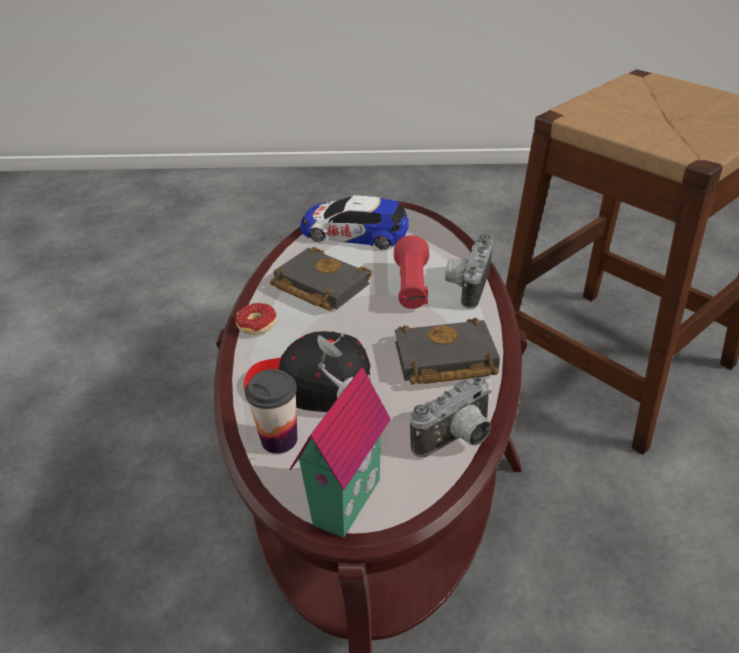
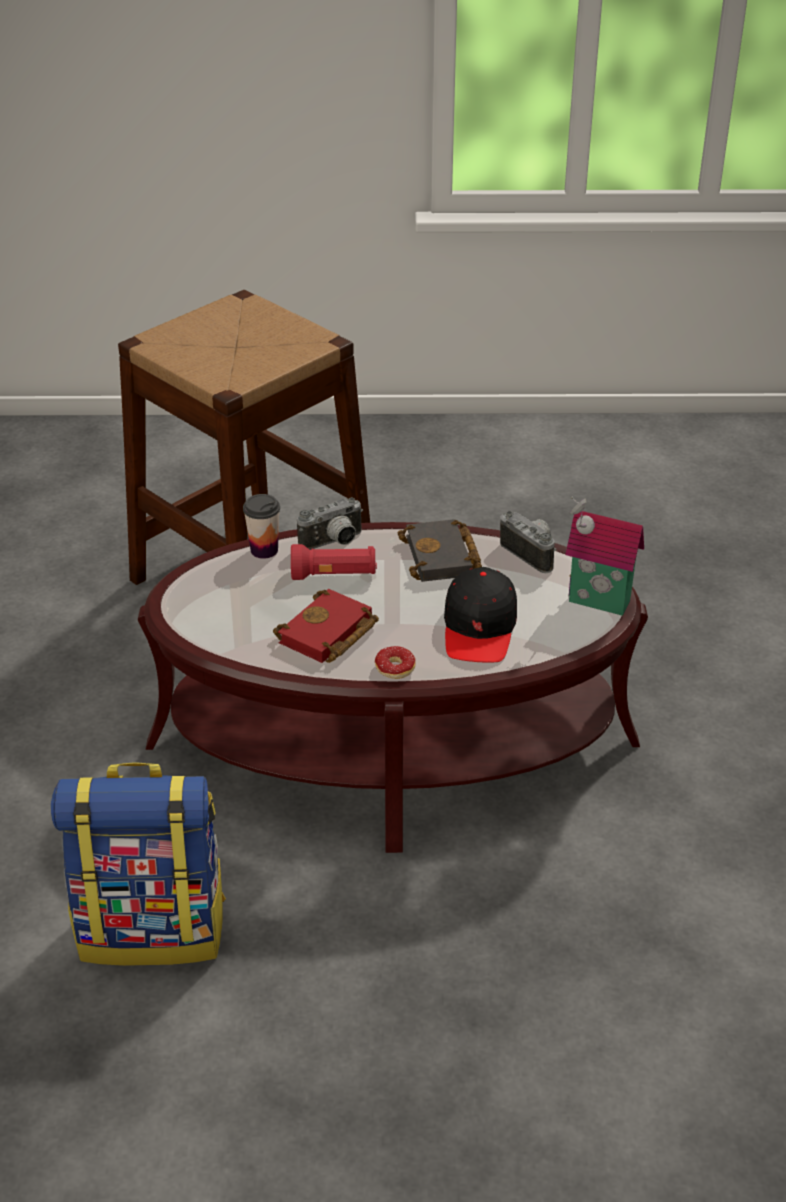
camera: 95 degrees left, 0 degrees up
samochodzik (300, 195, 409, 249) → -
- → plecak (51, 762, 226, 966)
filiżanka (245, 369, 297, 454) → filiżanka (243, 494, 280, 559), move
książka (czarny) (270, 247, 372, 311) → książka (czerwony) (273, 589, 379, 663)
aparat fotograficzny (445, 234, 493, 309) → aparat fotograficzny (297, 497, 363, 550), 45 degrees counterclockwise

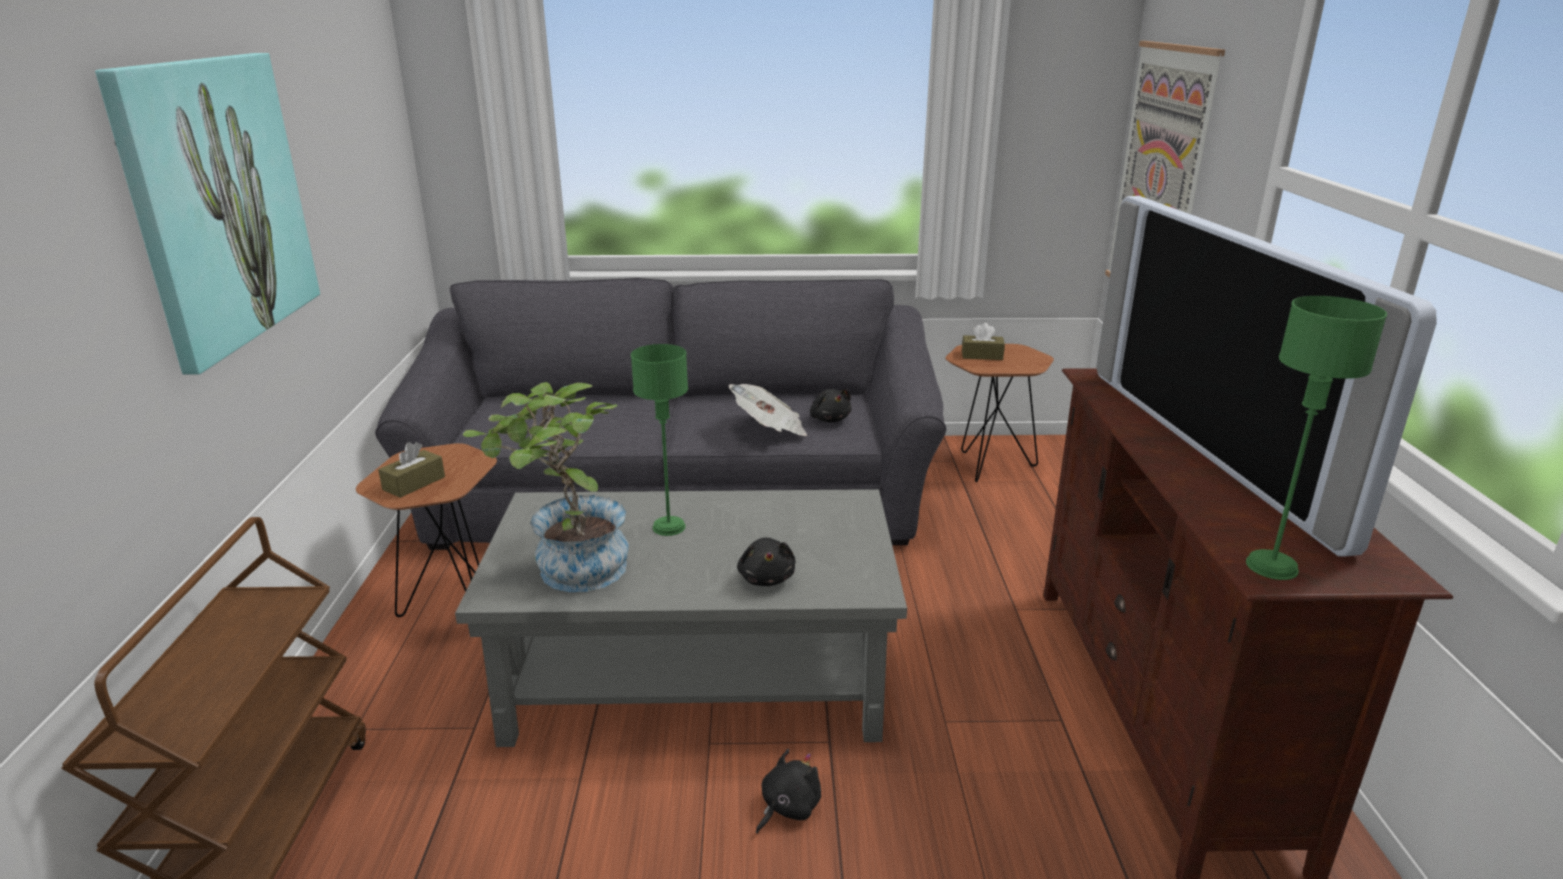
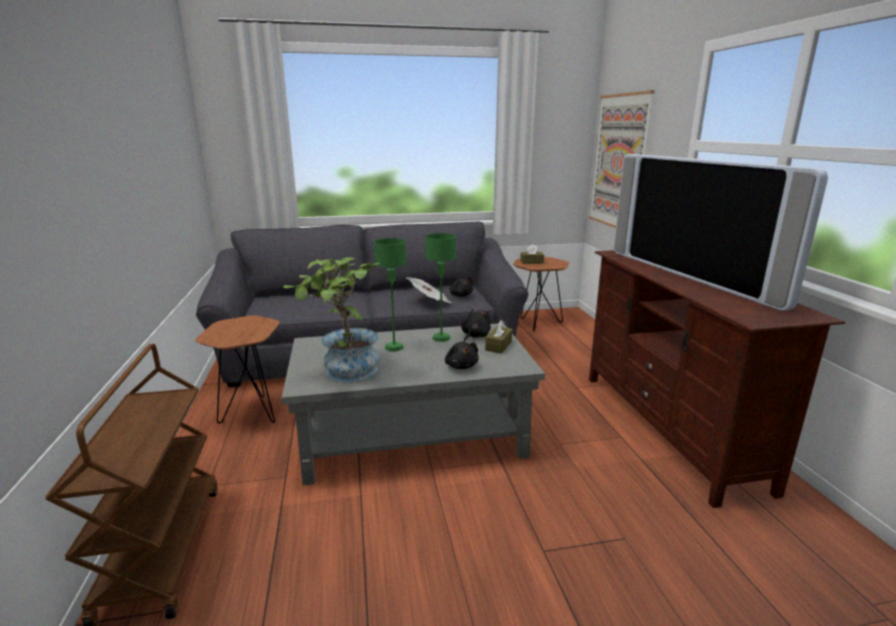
camera: 10 degrees left, 5 degrees down
obraz (95, 53, 320, 375) → -
pudełko chusteczek (brązowy) (378, 442, 445, 498) → pudełko chusteczek (brązowy) (485, 320, 513, 354), move
pluszak (czarny) (756, 749, 821, 834) → pluszak (czarny) (461, 309, 491, 342), move
lampa stołowa (zielony) (1246, 296, 1387, 580) → lampa stołowa (zielony) (426, 233, 456, 342), move

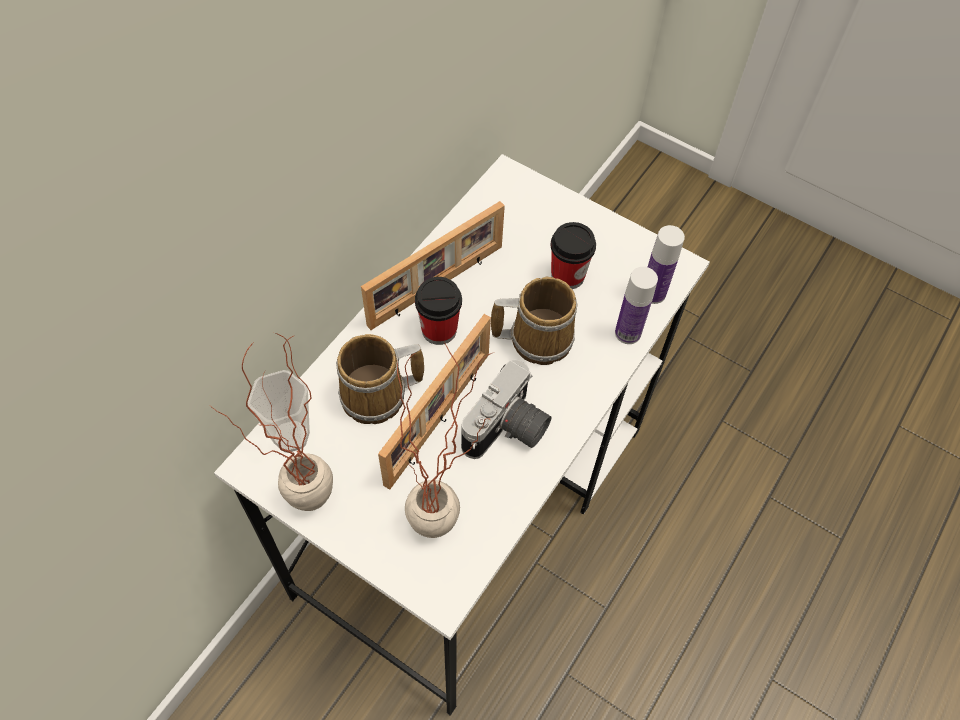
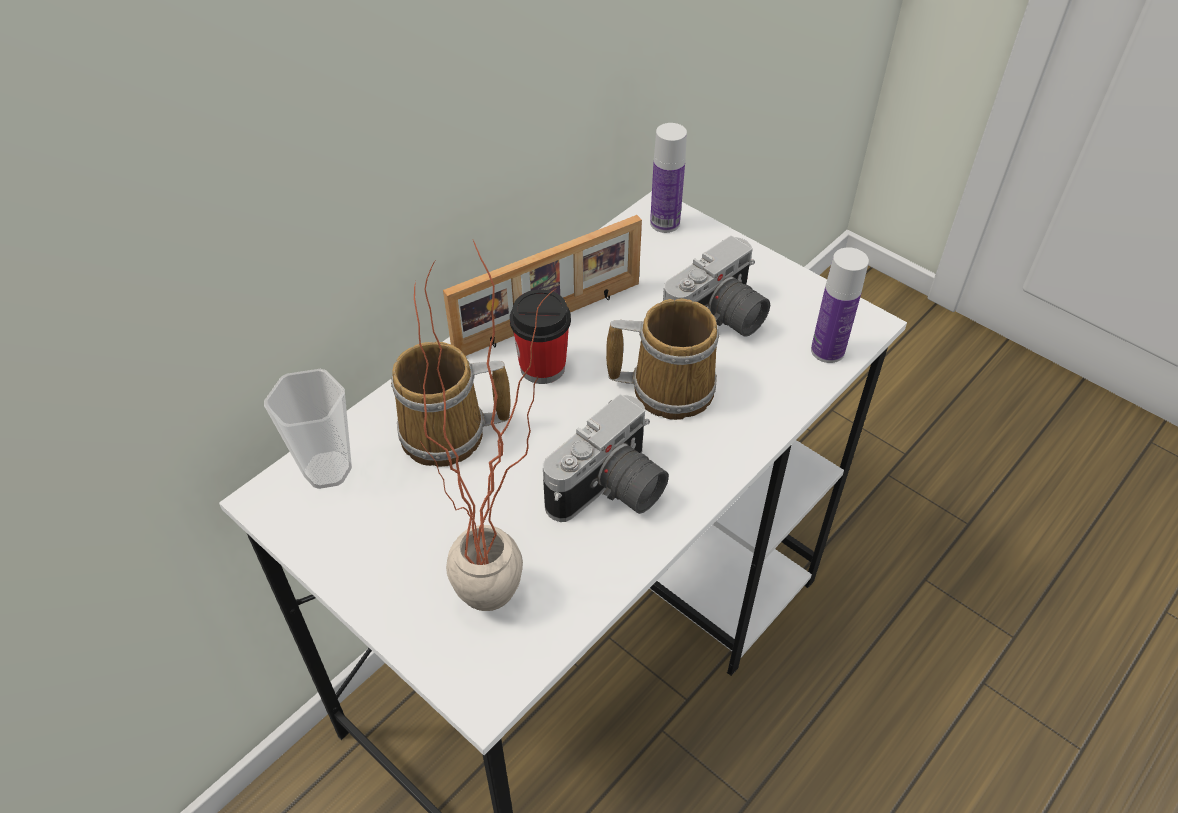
camera: 10 degrees right, 10 degrees down
roślina doniczkowa (212, 333, 333, 511) → -
ramka na zdjęcie (378, 314, 491, 490) → -
butelka (615, 267, 658, 344) → butelka (650, 123, 687, 233), move
filiżanka (550, 222, 596, 289) → aparat fotograficzny (663, 235, 770, 337)

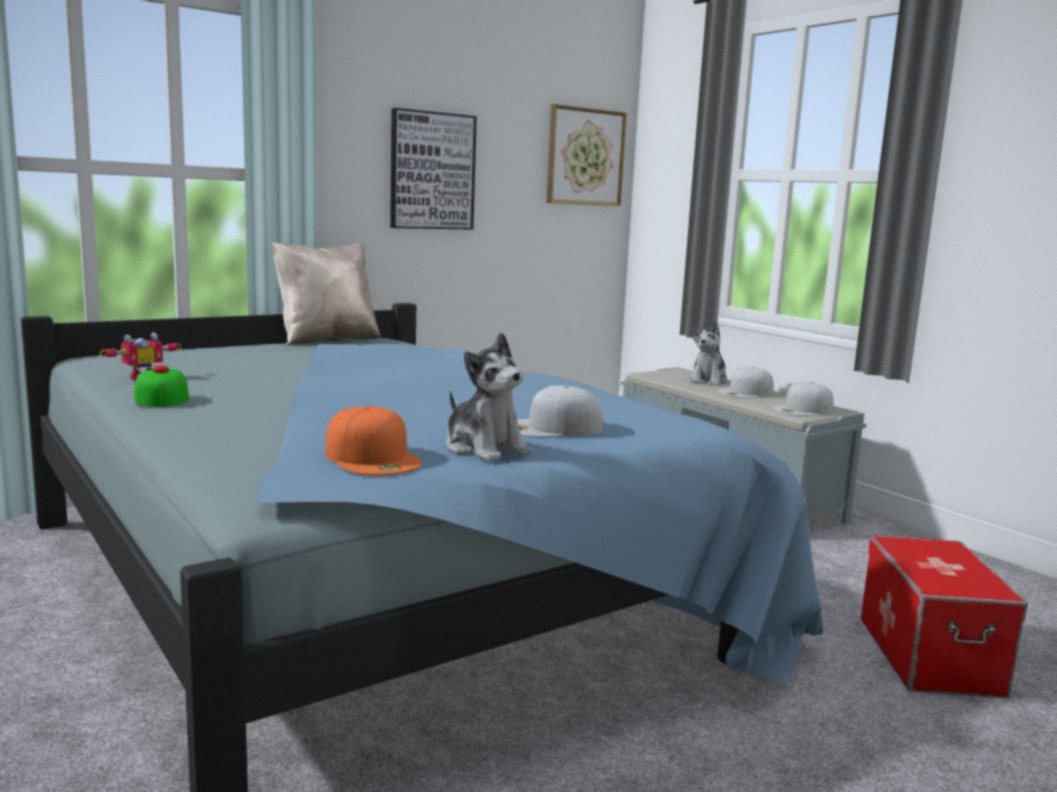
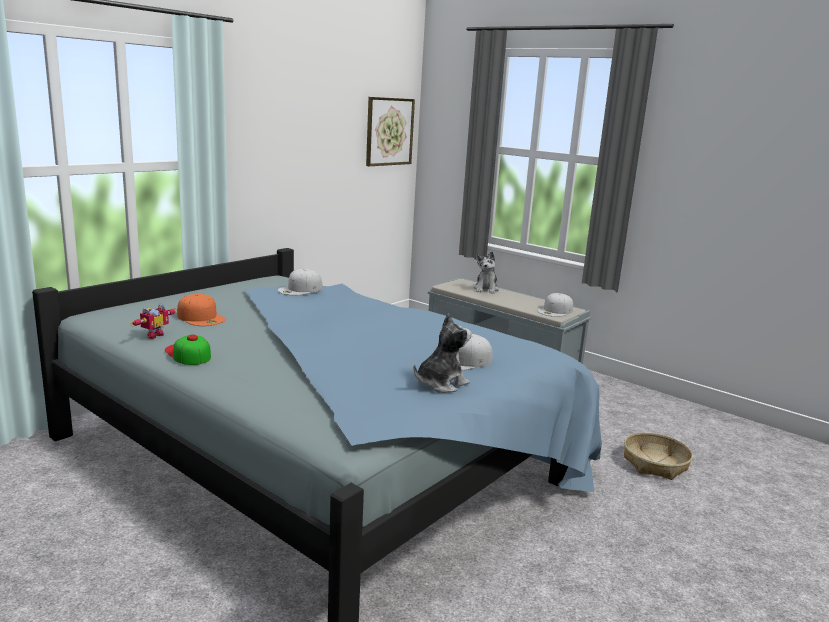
camera: 15 degrees left, 5 degrees up
poduszka (beżowy) (272, 242, 381, 346) → -
obraz (390, 108, 477, 230) → -
czapka z daszkiem (pomarańczowy) (325, 406, 422, 475) → czapka z daszkiem (pomarańczowy) (177, 294, 225, 326), move
czapka z daszkiem (biały) (718, 367, 774, 398) → czapka z daszkiem (biały) (278, 269, 322, 295), move
pojemnik do przechowywania (861, 535, 1028, 698) → koszyk (624, 433, 693, 480)
pluszak (446, 333, 531, 462) → pluszak (413, 313, 472, 393), 75 degrees counterclockwise

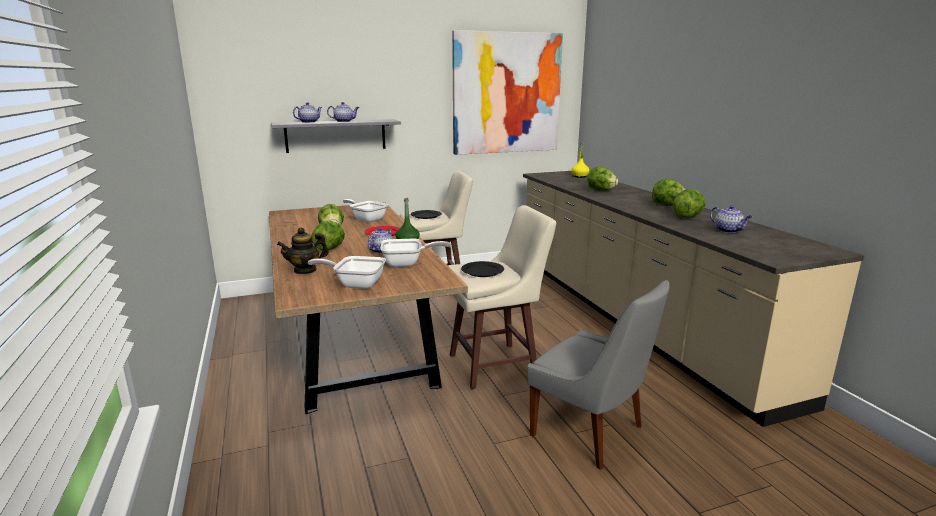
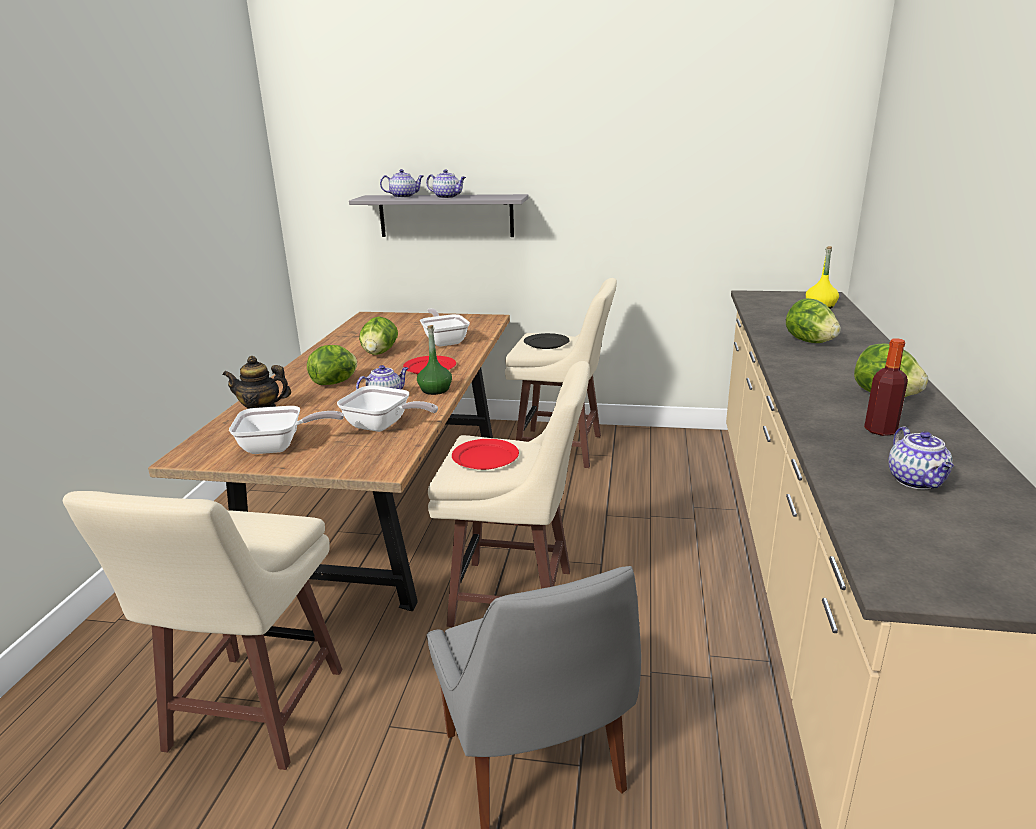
camera: 30 degrees right, 5 degrees up
obraz (452, 30, 563, 155) → -
- → stołek (beżowy) (63, 491, 343, 770)
sałata (673, 189, 705, 218) → butelka (864, 338, 908, 436)
talerz (czarny) (461, 261, 504, 277) → talerz (czerwony) (452, 439, 519, 470)
patelnia (308, 256, 386, 289) → patelnia (229, 406, 344, 454), 135 degrees clockwise

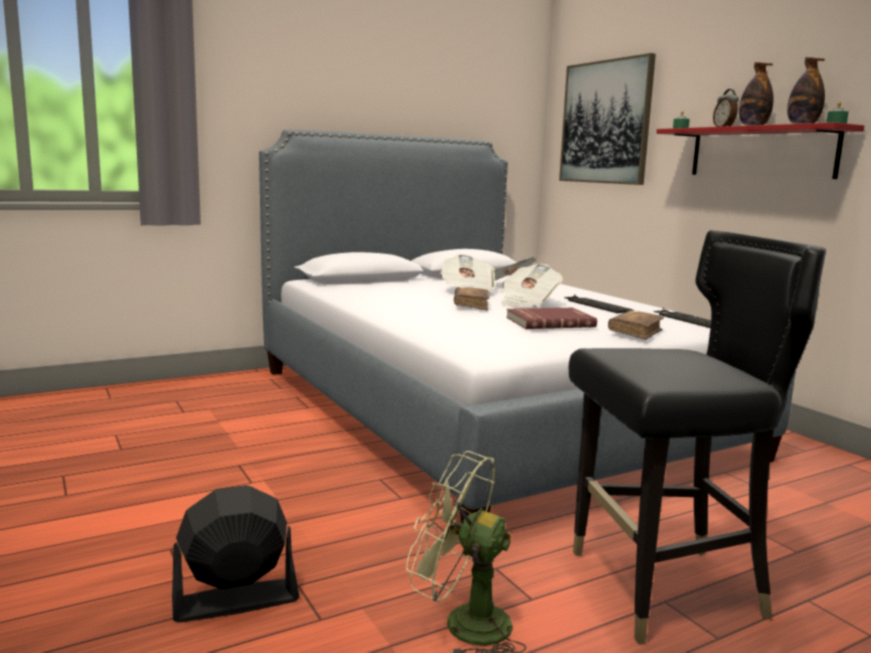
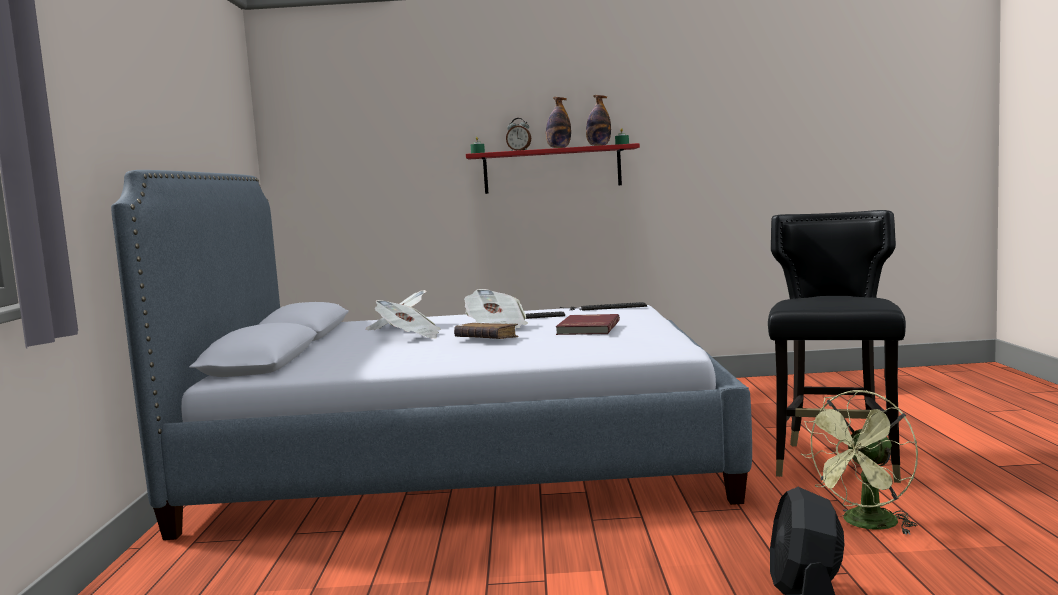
camera: 60 degrees left, 5 degrees down
obraz (559, 53, 656, 185) → -
książka (brązowy) (608, 310, 664, 340) → -

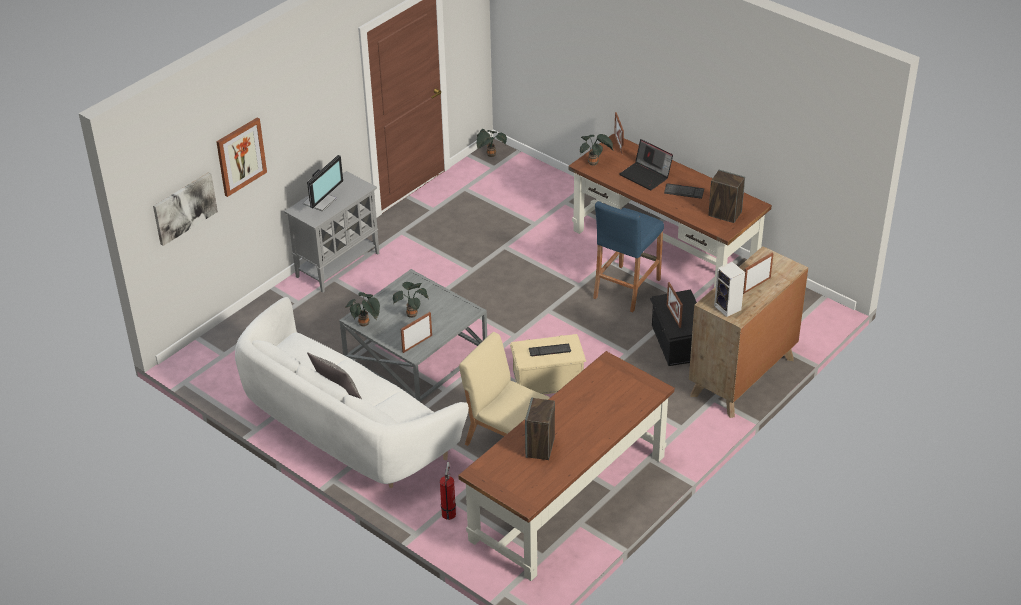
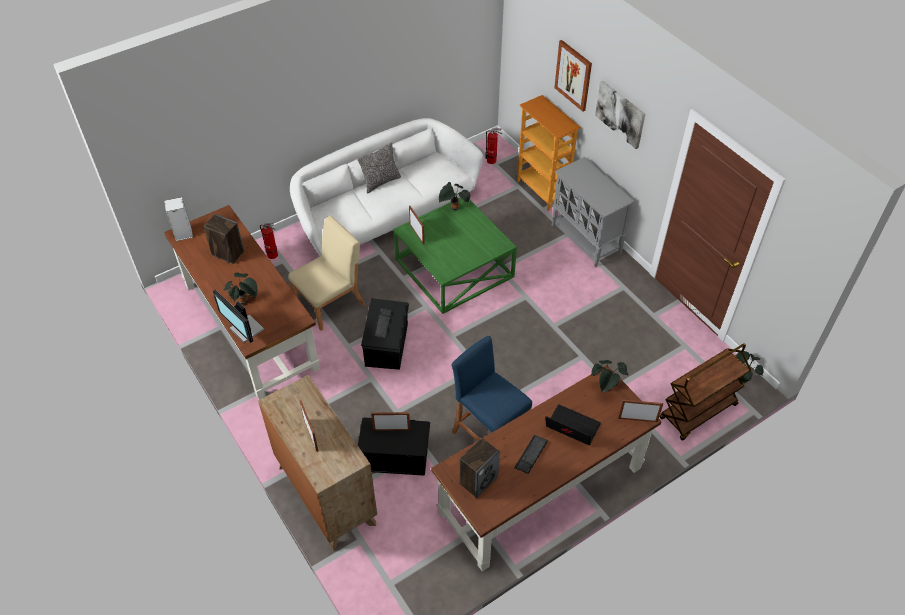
camera: 105 degrees right, 10 degrees up
- → gaśnica (485, 128, 502, 164)
- → regał (517, 95, 581, 211)
- → wózek (brązowy) (659, 343, 751, 441)
obraz (153, 172, 218, 246) → obraz (595, 81, 645, 149), move
monitor (303, 155, 343, 212) → monitor (213, 290, 264, 343), move
roślina doniczkowa (393, 282, 429, 318) → roślina doniczkowa (223, 273, 258, 304), move
głośnik (714, 262, 745, 317) → głośnik (164, 197, 193, 241), move
ława (szary) (339, 269, 487, 402) → ława (zielony) (393, 198, 517, 314)
pojemnik do przechowywania (beżowy) (510, 334, 586, 395) → pojemnik do przechowywania (czarny) (361, 298, 409, 370)
laptop (620, 139, 673, 190) → laptop (545, 404, 601, 445), 60 degrees clockwise

